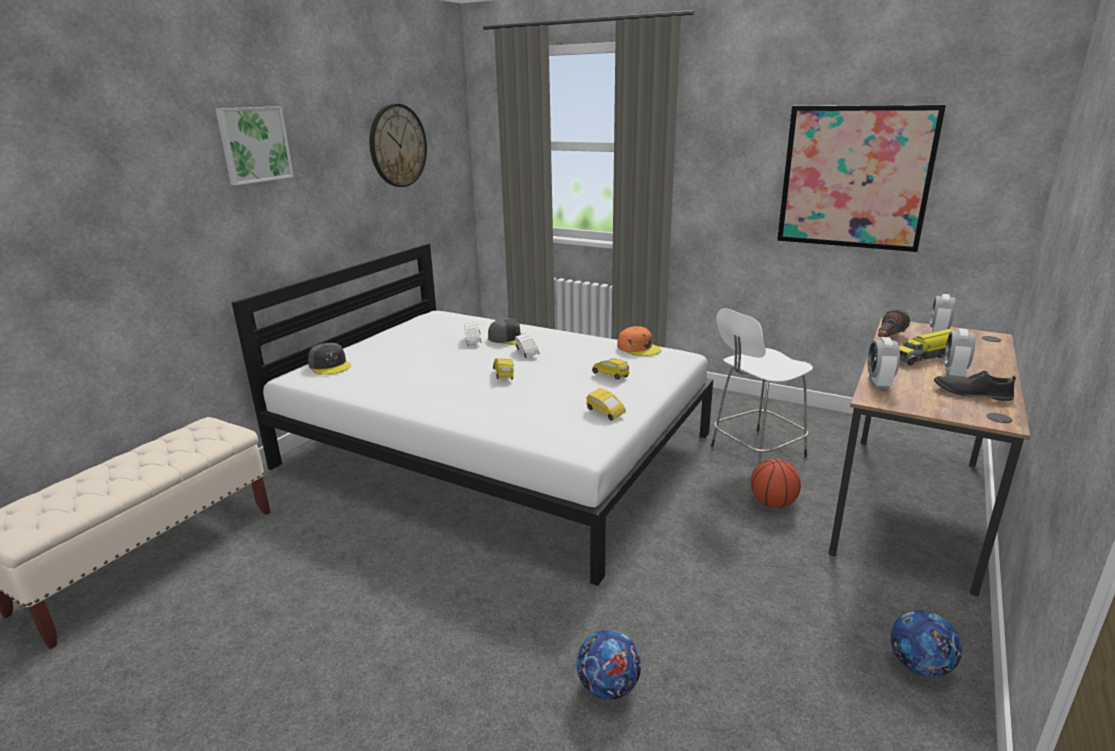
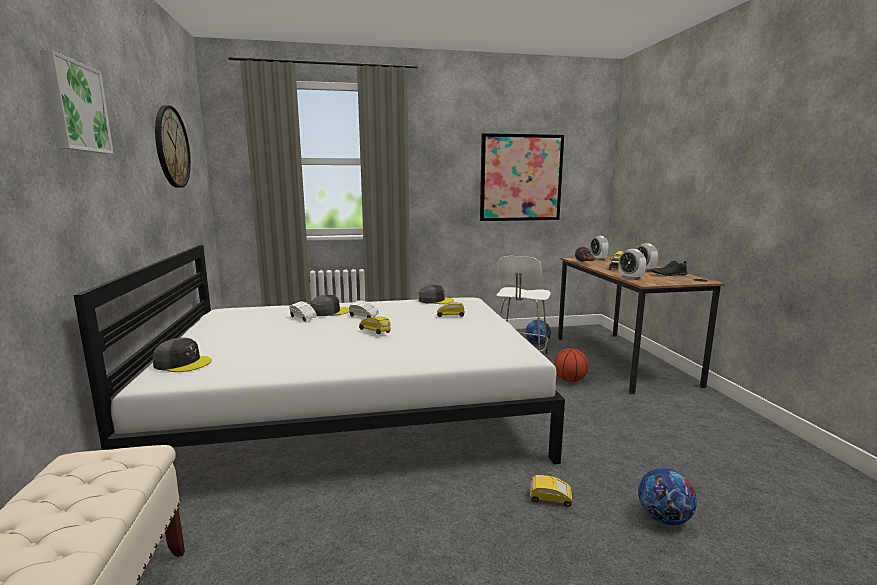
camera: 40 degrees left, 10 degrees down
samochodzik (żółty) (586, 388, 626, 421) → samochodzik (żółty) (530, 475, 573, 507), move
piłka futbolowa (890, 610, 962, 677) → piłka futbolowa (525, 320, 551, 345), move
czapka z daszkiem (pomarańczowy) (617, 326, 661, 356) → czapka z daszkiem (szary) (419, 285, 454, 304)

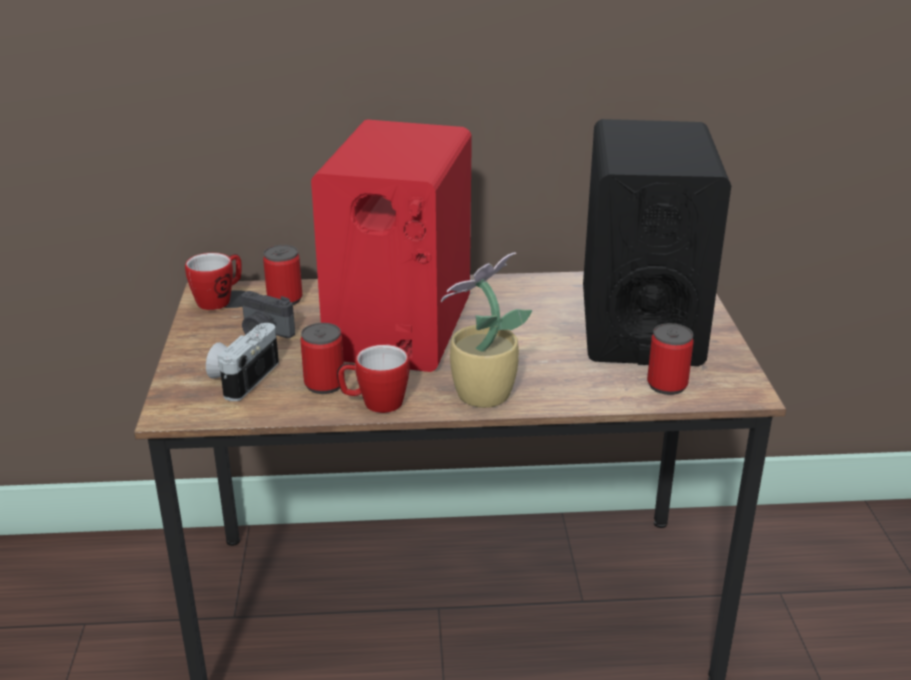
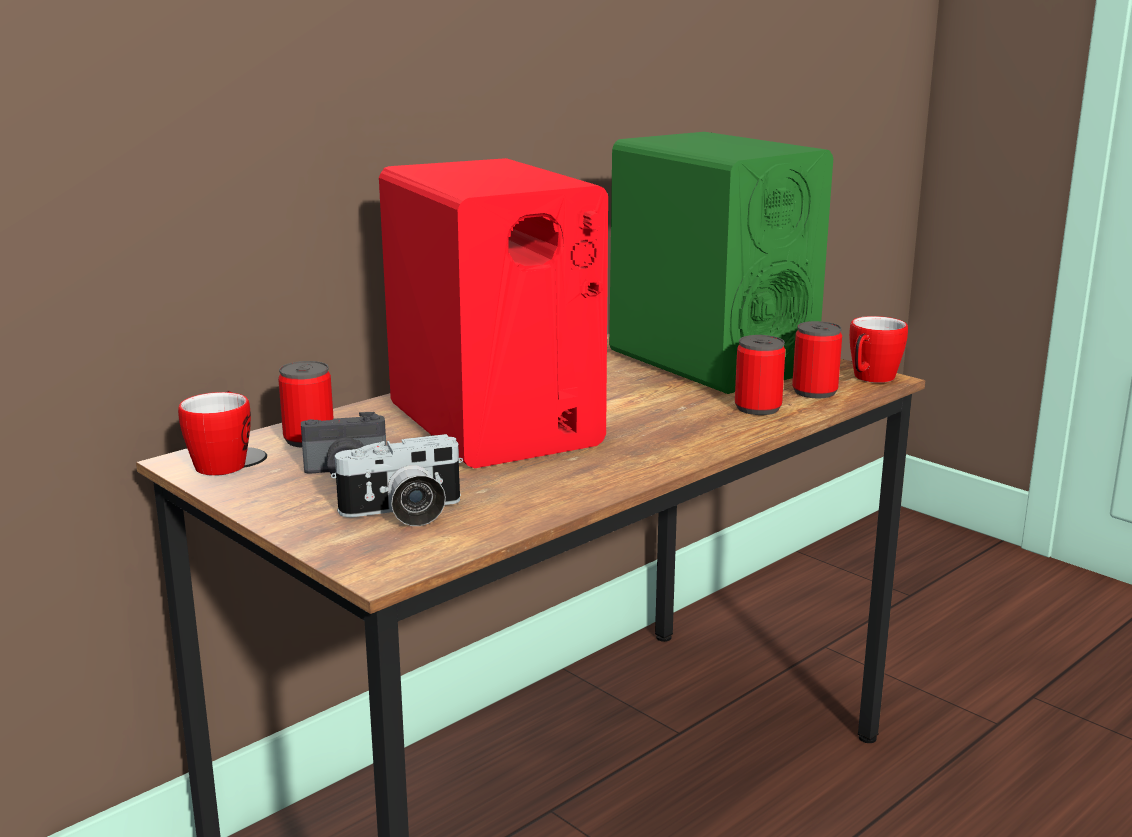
camera: 40 degrees left, 10 degrees down
roślina doniczkowa (441, 252, 532, 408) → -
puszka (300, 323, 345, 394) → puszka (735, 335, 785, 415), move
kubek (337, 344, 410, 413) → kubek (849, 316, 908, 383), move
głośnik (czarny) (583, 119, 731, 366) → głośnik (zielony) (609, 132, 833, 394)
aparat fotograficzny (206, 323, 279, 401) → aparat fotograficzny (331, 434, 463, 526), 90 degrees counterclockwise

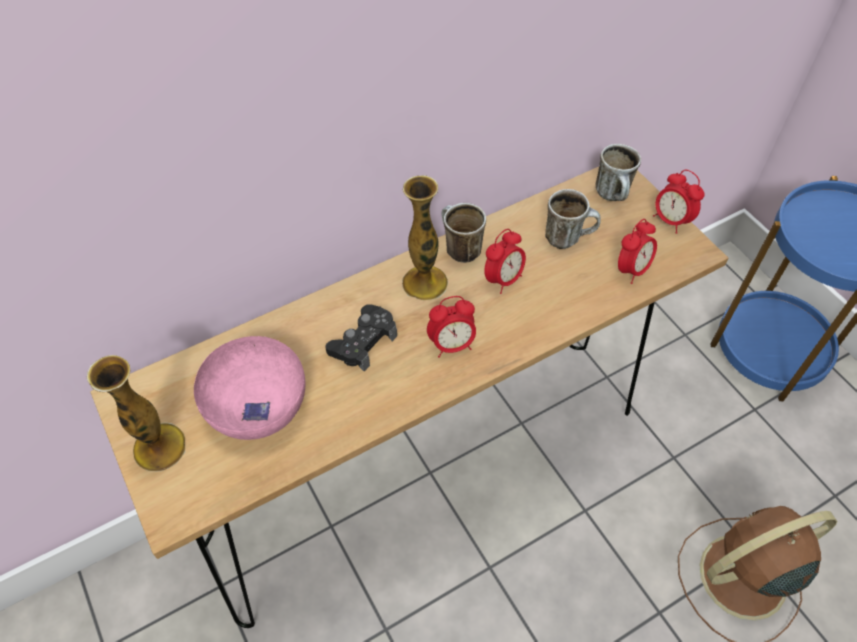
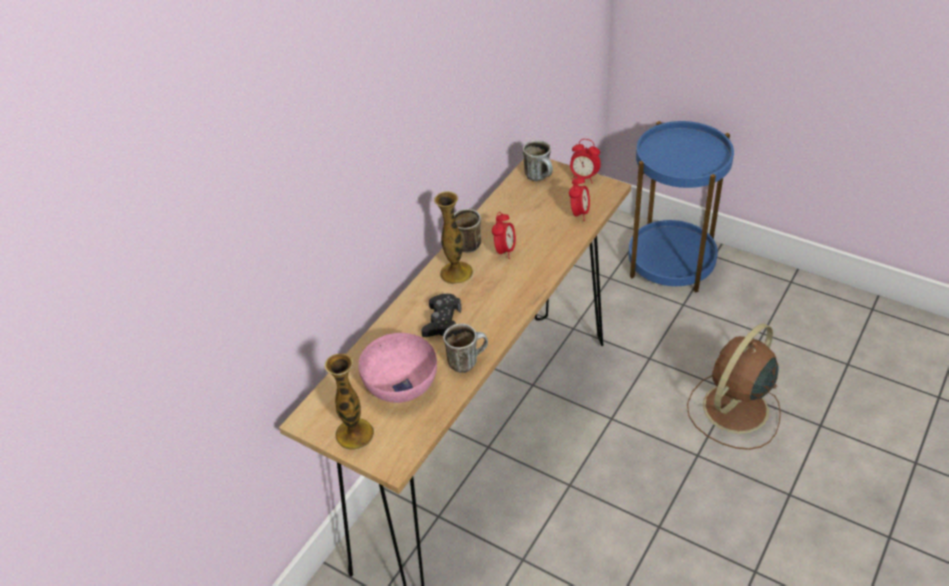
camera: 25 degrees left, 10 degrees down
budzik (427, 296, 476, 358) → -
kubek (545, 189, 601, 249) → kubek (443, 324, 488, 373), move

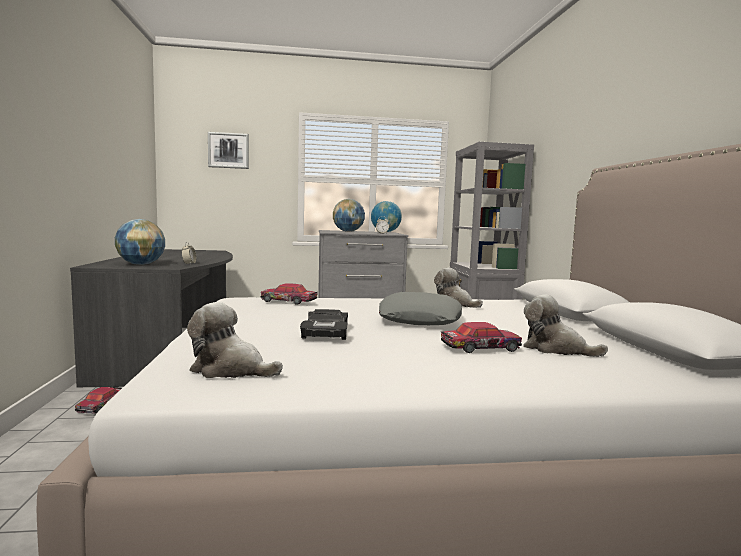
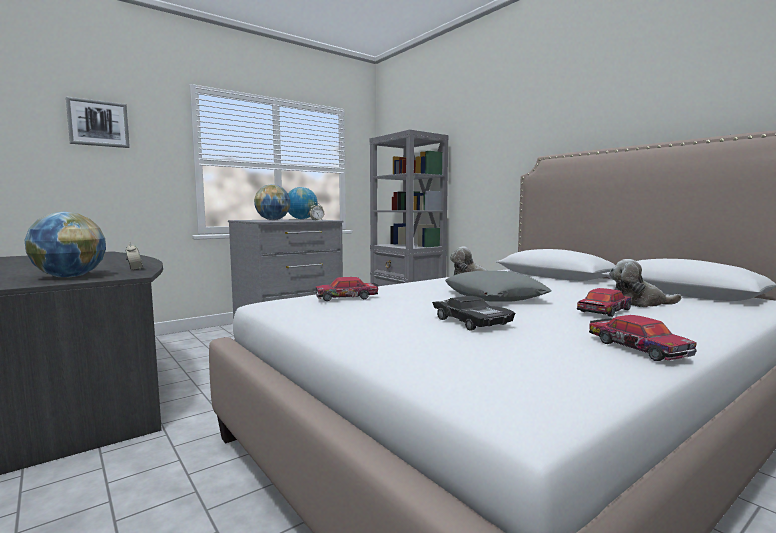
camera: 30 degrees left, 0 degrees up
pluszak (187, 302, 283, 378) → -
samochodzik (75, 387, 122, 414) → samochodzik (589, 315, 697, 361), move

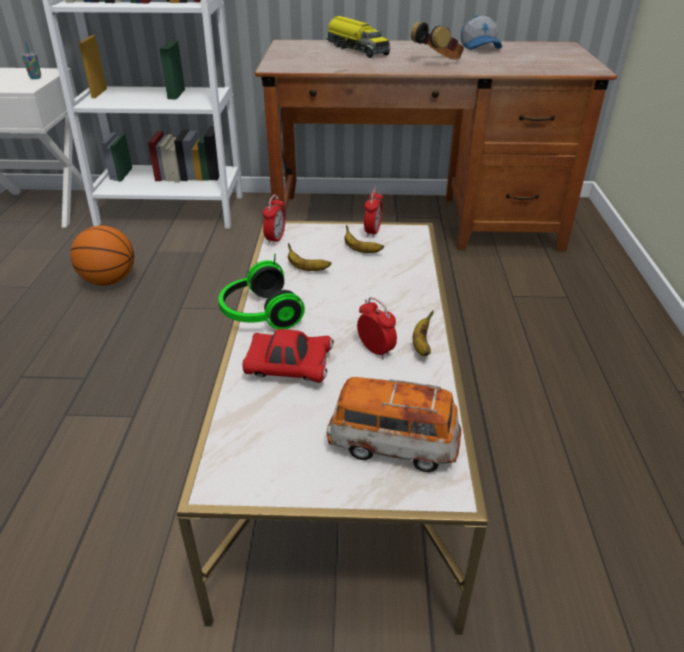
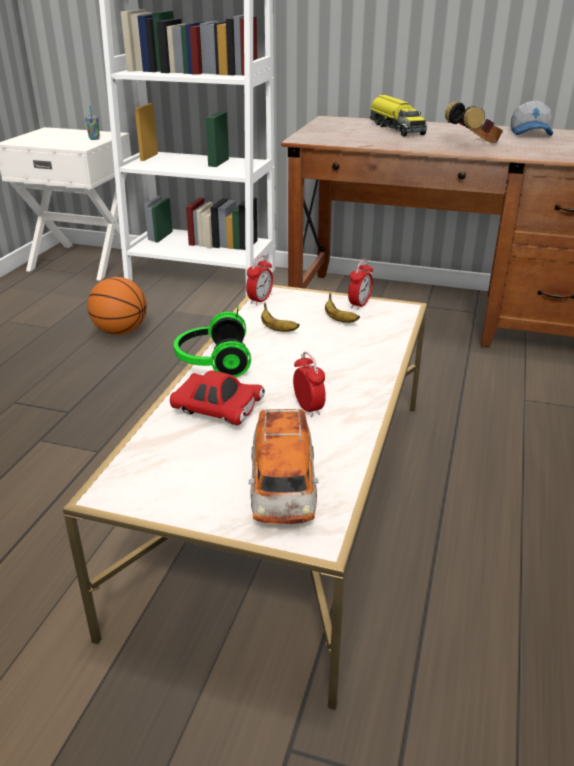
camera: 15 degrees right, 5 degrees down
banan (413, 310, 434, 356) → -
samochodzik (326, 377, 461, 472) → samochodzik (248, 408, 319, 524), 120 degrees counterclockwise

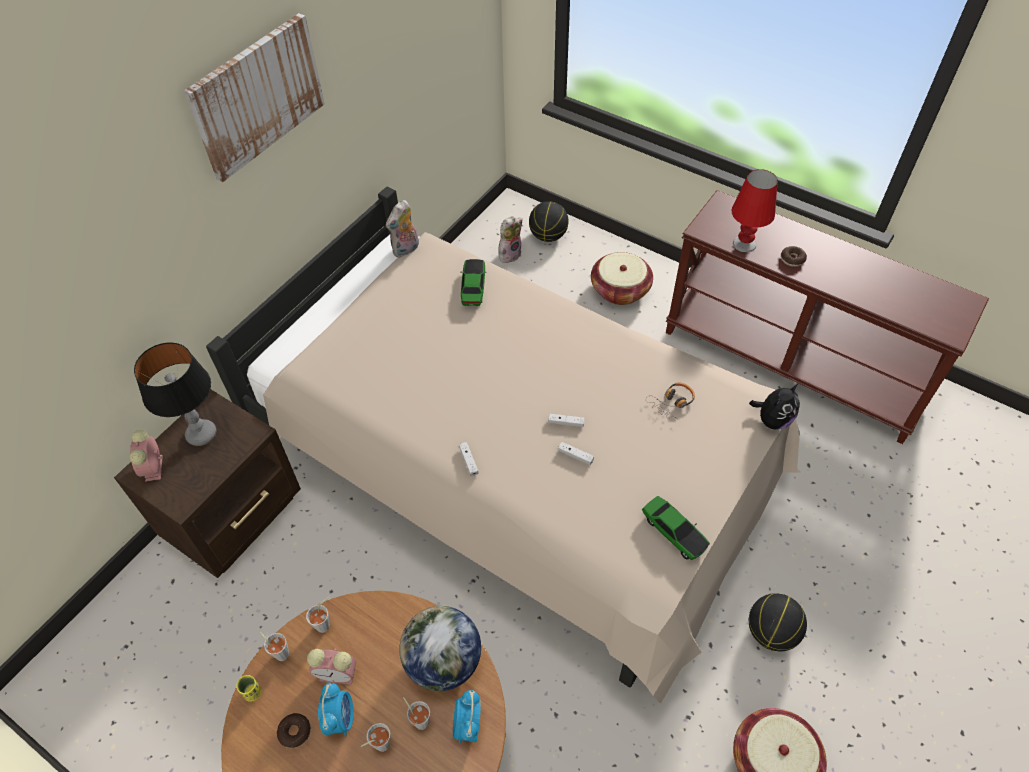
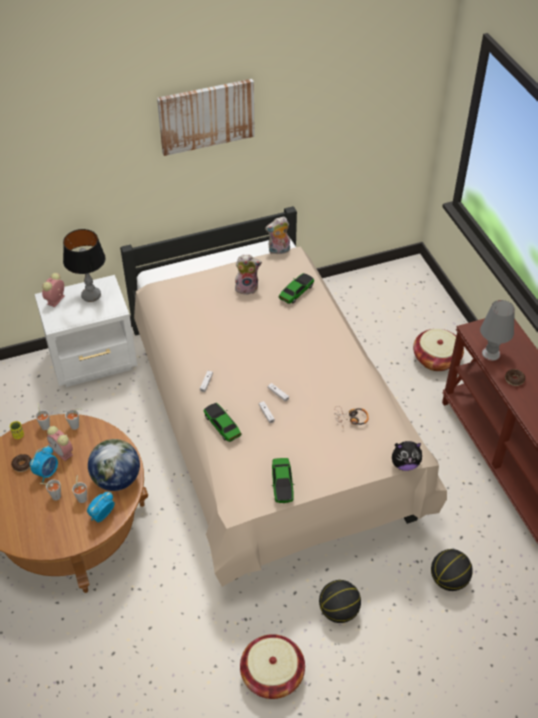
camera: 35 degrees right, 5 degrees down
- → samochodzik (204, 403, 241, 442)
pluszak (498, 216, 523, 263) → pluszak (235, 255, 262, 295), move
piłka do koszykówki (529, 201, 569, 242) → piłka do koszykówki (431, 549, 473, 591), move
szafka nocna (brązowy) (114, 389, 301, 578) → szafka nocna (biały) (35, 275, 137, 387)
lampa stołowa (czerwony) (731, 169, 778, 252) → lampa stołowa (szary) (480, 300, 515, 361)

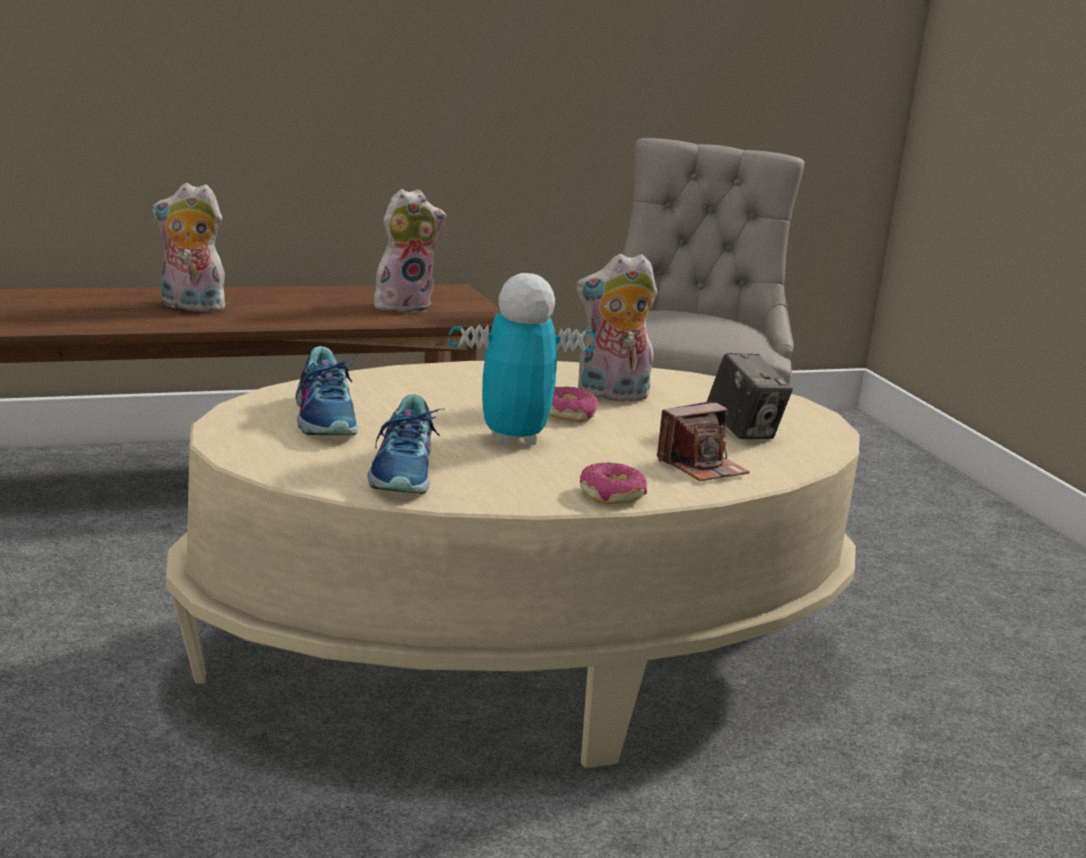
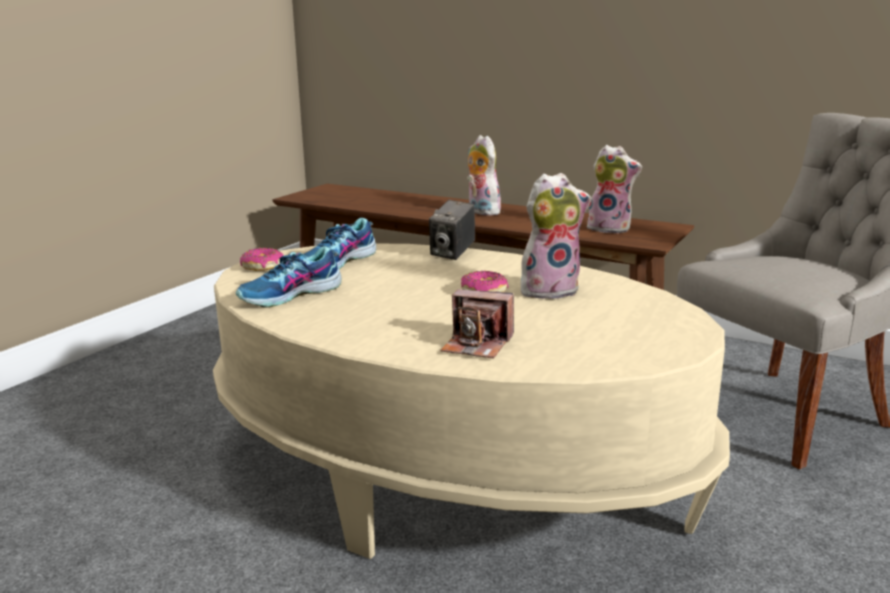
camera: 55 degrees right, 0 degrees up
robot zabawkowy (448, 273, 596, 445) → -
donut (580, 462, 647, 504) → donut (240, 248, 284, 271), move
aparat fotograficzny (707, 353, 793, 439) → aparat fotograficzny (429, 200, 475, 260), move
pluszak (576, 254, 658, 401) → pluszak (521, 173, 591, 299), 120 degrees clockwise

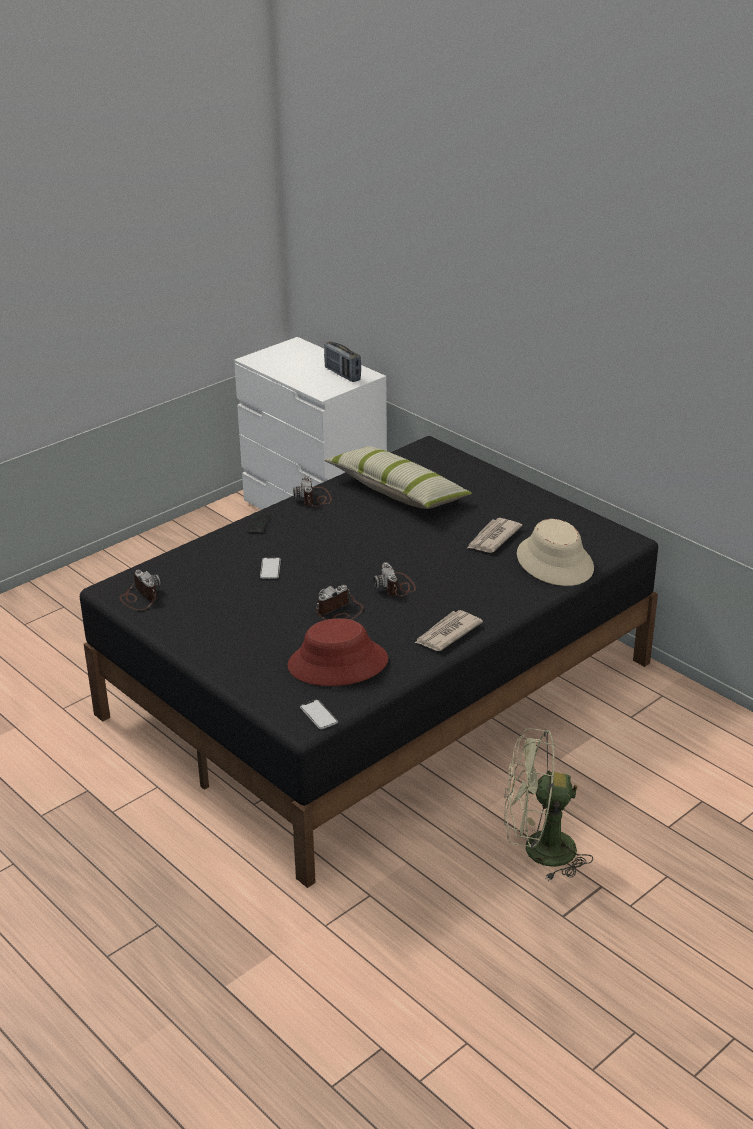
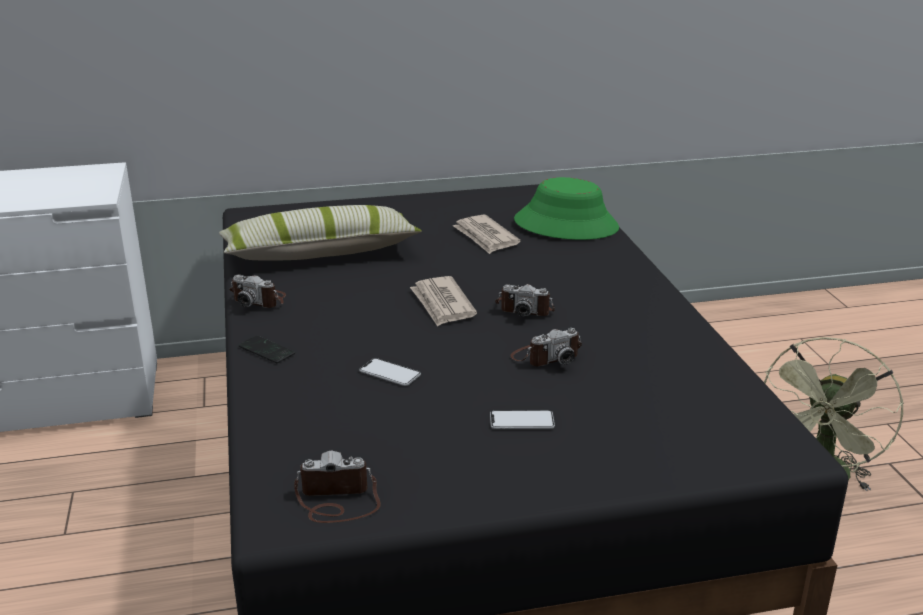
camera: 60 degrees left, 5 degrees down
kapelusz (czerwony) (287, 618, 388, 686) → -
radio (324, 341, 361, 382) → -
telefon (300, 700, 338, 729) → telefon (490, 410, 555, 429), move
gazeta (415, 610, 483, 651) → gazeta (410, 276, 477, 327), move
kapelusz (beżowy) (517, 519, 594, 586) → kapelusz (zielony) (514, 177, 619, 240)
aparat fotograficzny (316, 585, 364, 620) → aparat fotograficzny (511, 328, 582, 366), 105 degrees counterclockwise

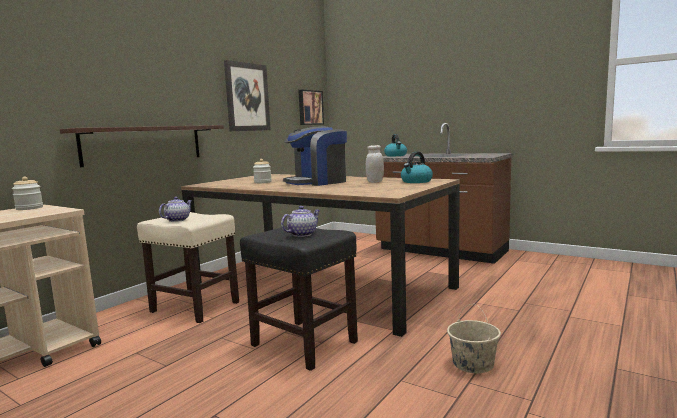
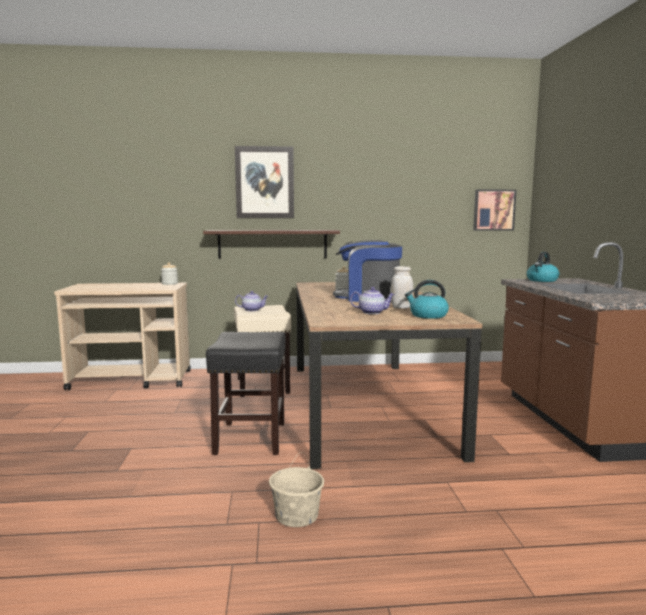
camera: 50 degrees right, 0 degrees up
obraz (224, 60, 271, 131) → obraz (235, 146, 294, 218), move
imbryk (281, 206, 320, 237) → imbryk (350, 287, 395, 314), move

